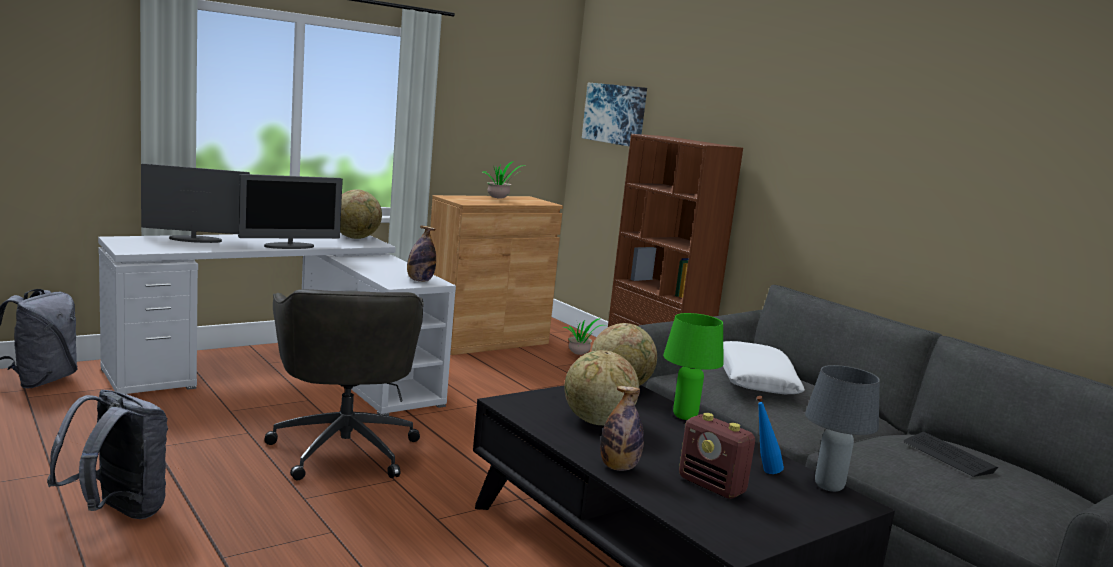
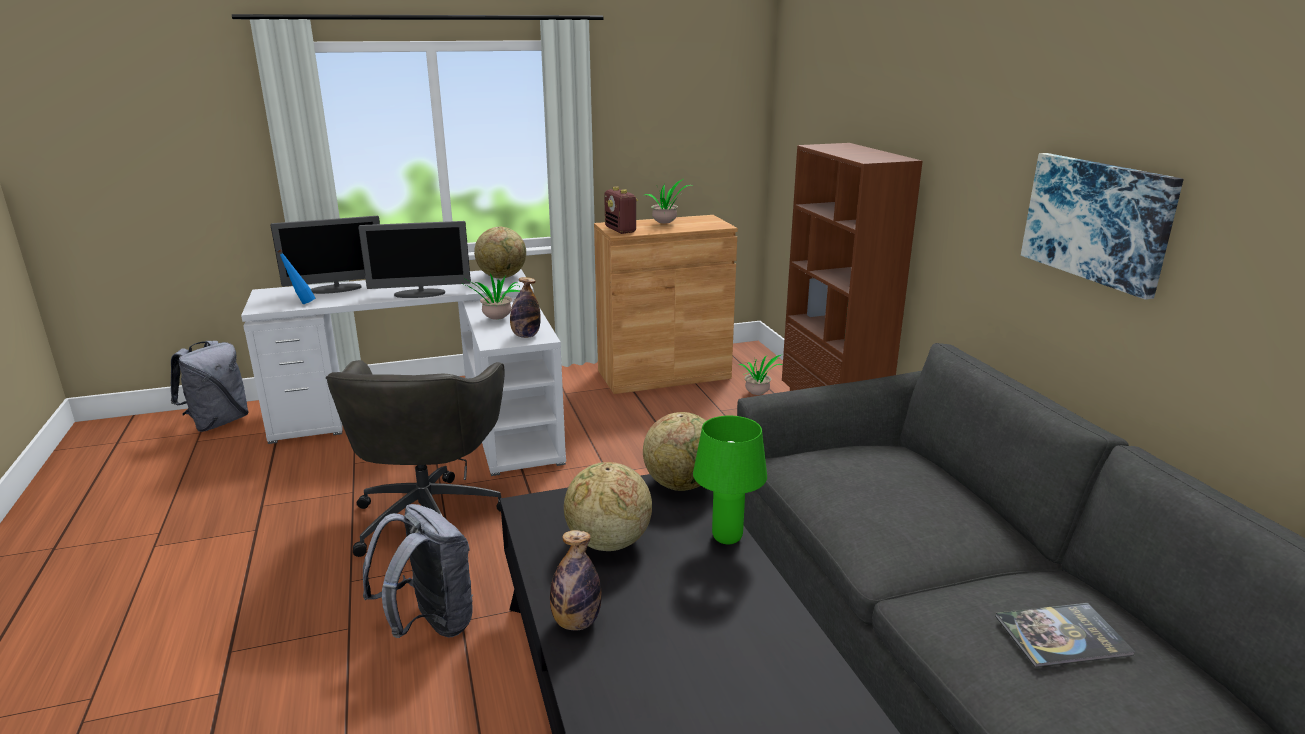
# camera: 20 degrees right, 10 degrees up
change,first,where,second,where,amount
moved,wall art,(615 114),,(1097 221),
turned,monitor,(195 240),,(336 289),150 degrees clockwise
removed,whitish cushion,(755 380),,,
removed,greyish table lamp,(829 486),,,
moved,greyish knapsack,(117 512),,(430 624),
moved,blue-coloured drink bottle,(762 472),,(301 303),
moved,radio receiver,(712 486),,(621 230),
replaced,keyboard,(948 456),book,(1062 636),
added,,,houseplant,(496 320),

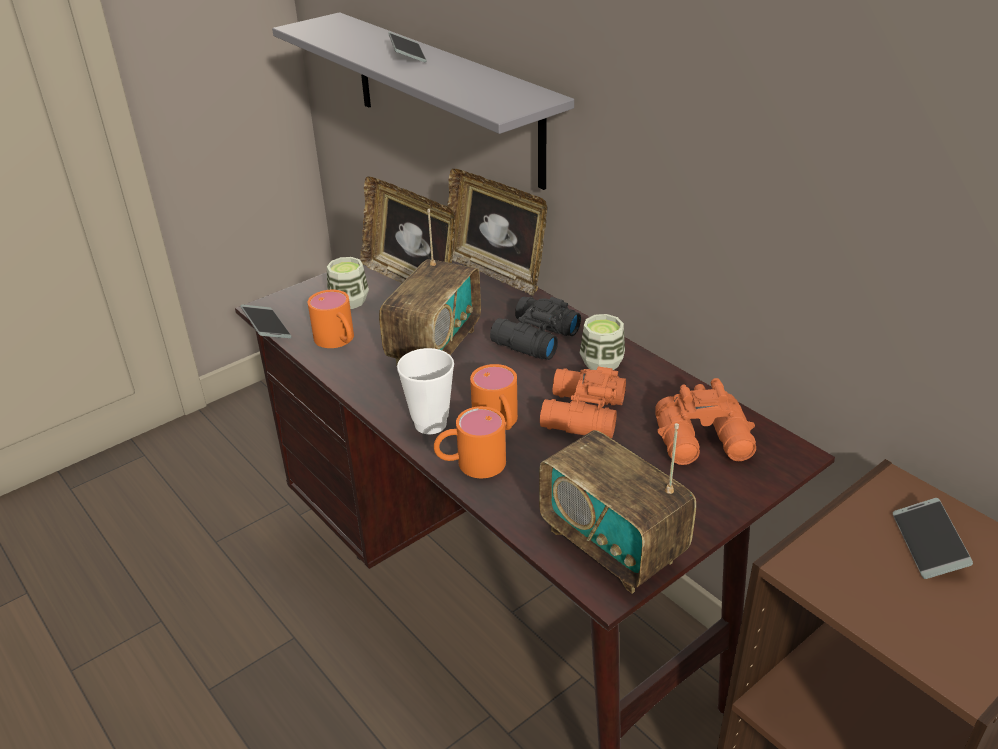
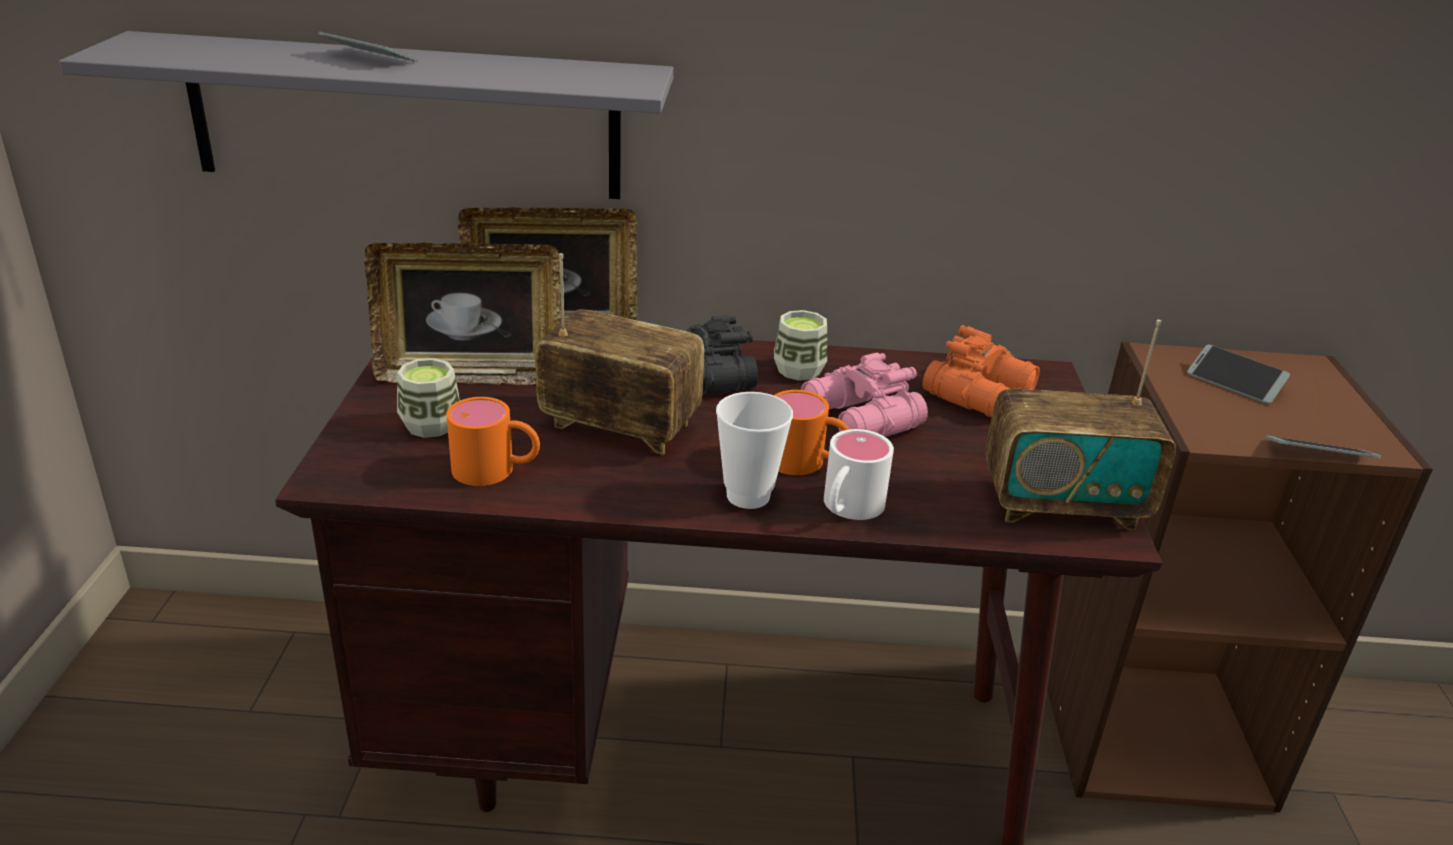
# camera: 50 degrees left, 5 degrees down
change,first,where,second,where,amount
turned,radio receiver,(434 347),,(620 427),45 degrees counterclockwise
moved,telephone,(267 327),,(1317 456),
recoloured,orangey pair of binoculars,(580 415),pink pair of binoculars,(860 420),
recoloured,orangey tea mug,(470 463),whitish tea mug,(847 509),

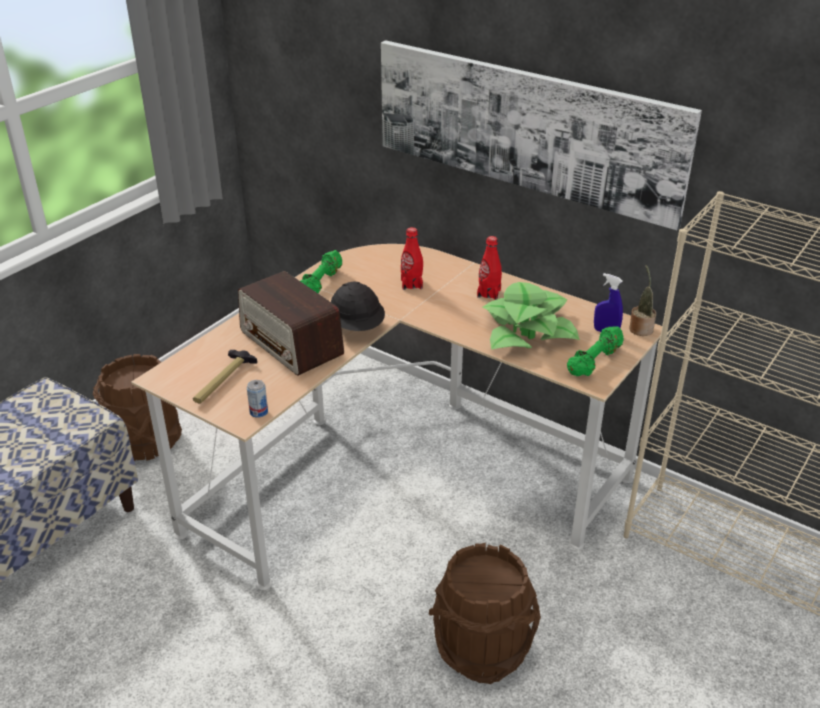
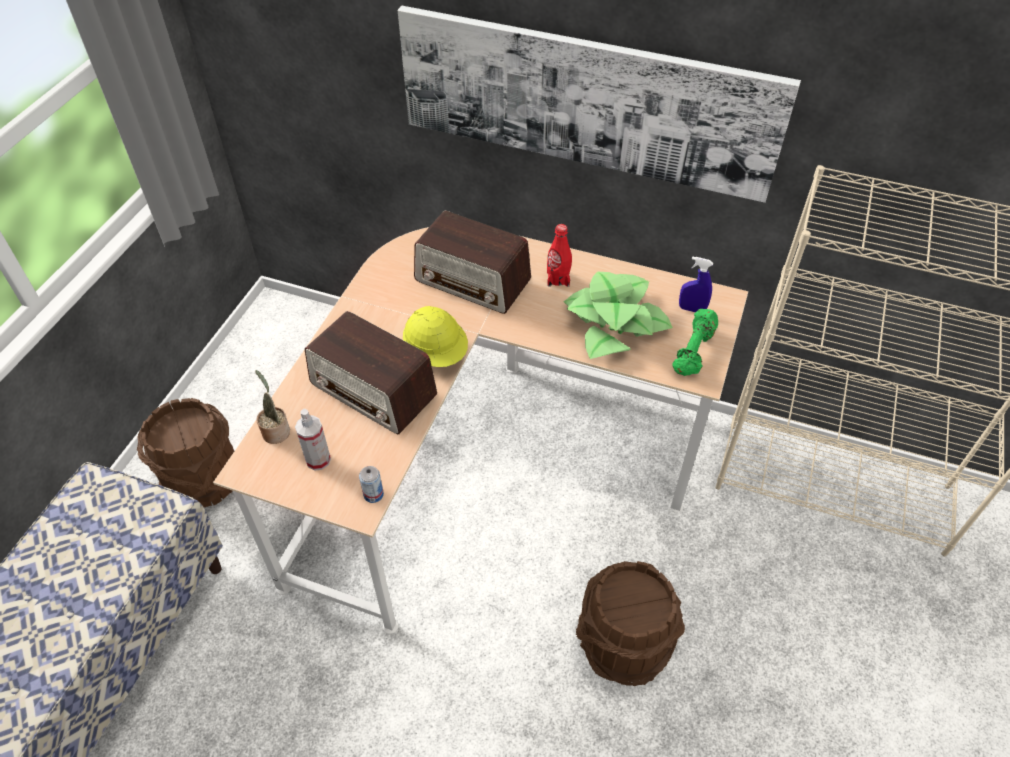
# camera: 15 degrees left, 15 degrees up
change,first,where,second,where,amount
replaced,red drink bottle,(411 284),radio receiver,(473 281),
removed,green dumbbell,(321 283),,,
moved,houseplant,(640 328),,(276 431),
recoloured,black safety helmet,(357 327),yellow-coloured safety helmet,(436 352),
replaced,tool hammer,(223 381),hand sprayer,(318 460),

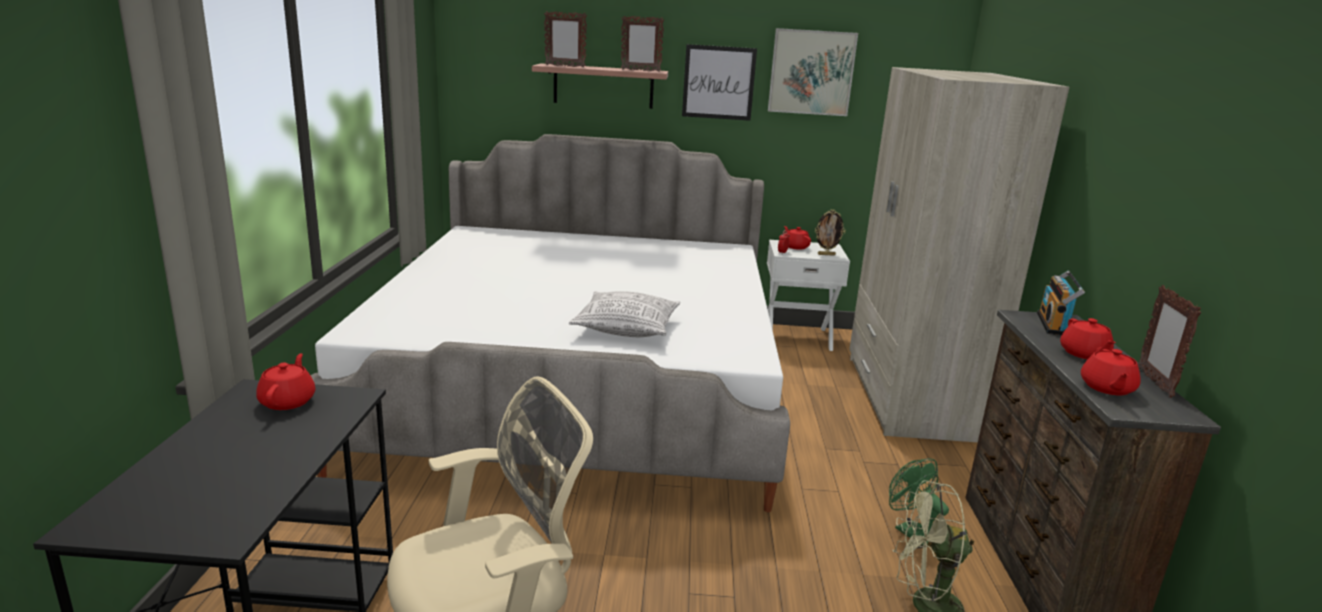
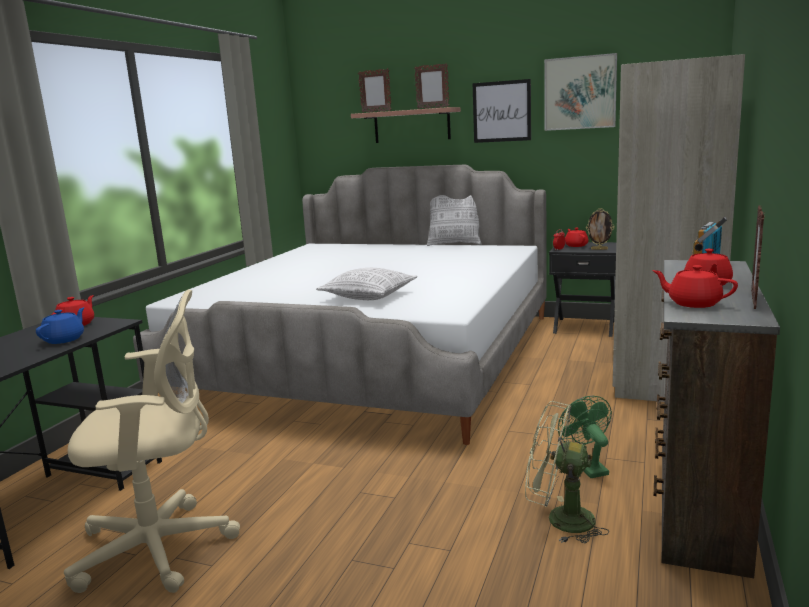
# camera: 20 degrees right, 5 degrees down
change,first,where,second,where,amount
recoloured,whitish nightstand,(797 336),black nightstand,(585 326),
turned,red pot for tea,(1106 388),,(693 303),90 degrees clockwise
added,,,cushion,(455 244),
added,,,blue-coloured pot for tea,(65 339),

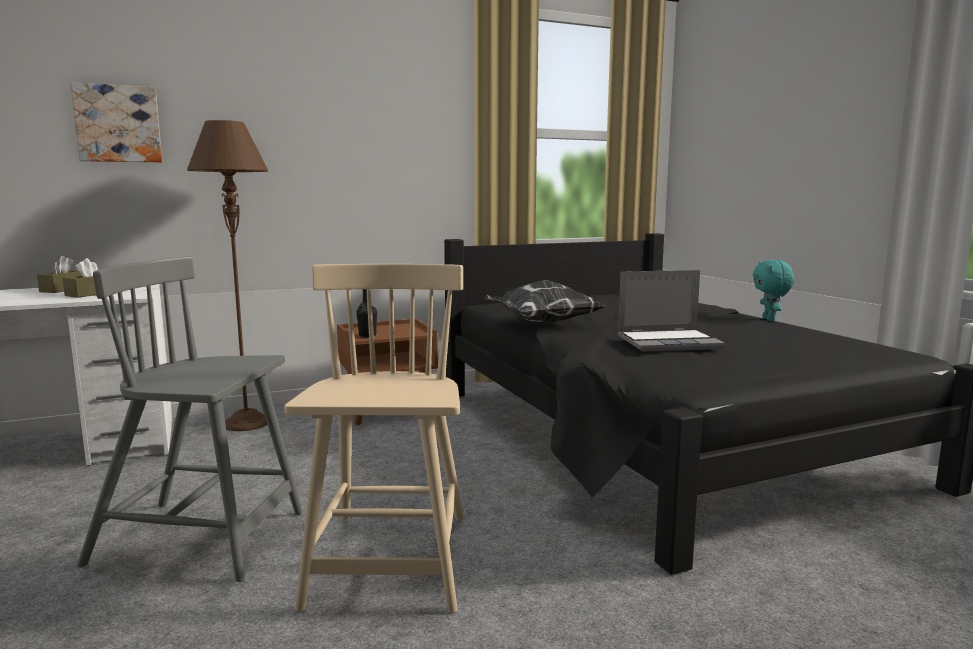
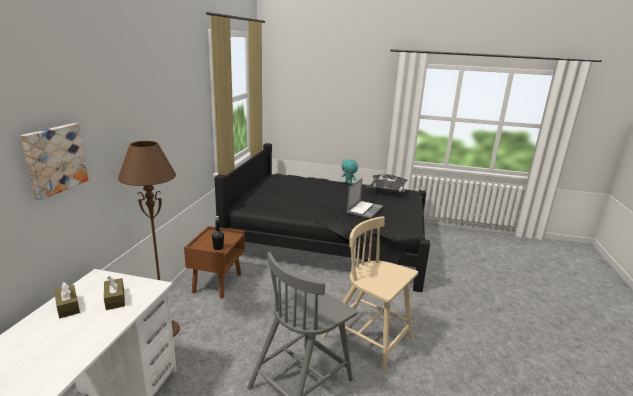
# camera: 55 degrees left, 10 degrees up
change,first,where,second,where,amount
moved,cushion,(541 323),,(386 192),

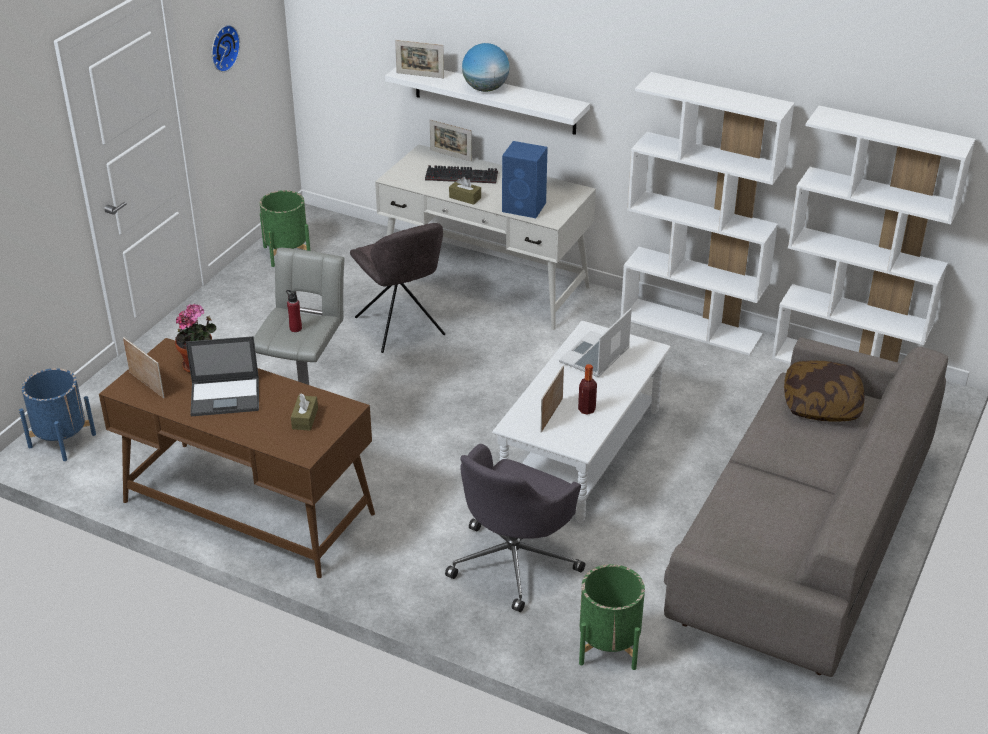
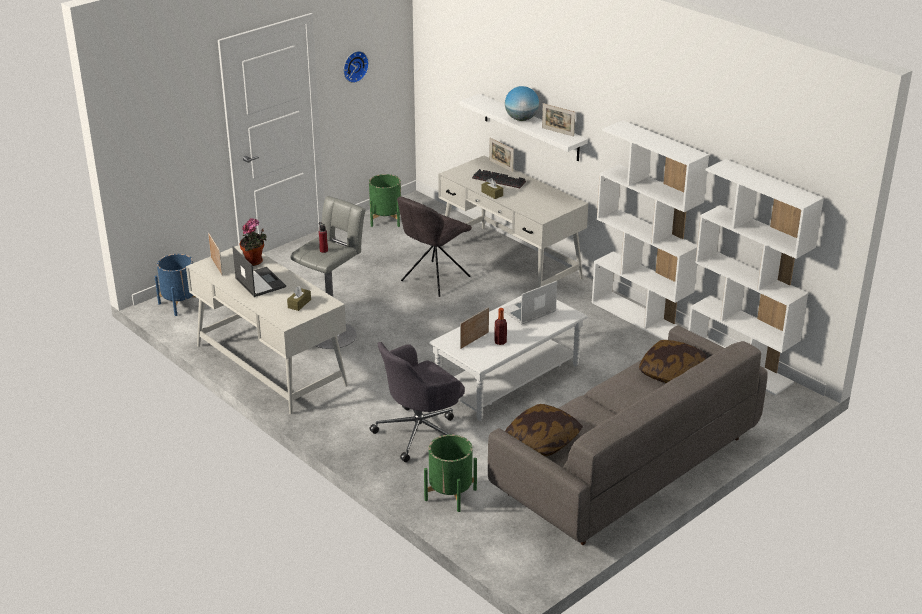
# camera: 20 degrees right, 5 degrees down
change,first,where,second,where,amount
moved,standing frame,(420 75),,(557 132),
removed,blue-coloured audio speaker,(525 207),,,
turned,greyish plain chair,(401 328),,(433 280),45 degrees clockwise
turned,notebook computer,(226 396),,(260 282),135 degrees counterclockwise
recoloured,brown-coloured desk,(248 507),whitish desk,(270 365),
added,,,cushion,(542 440),

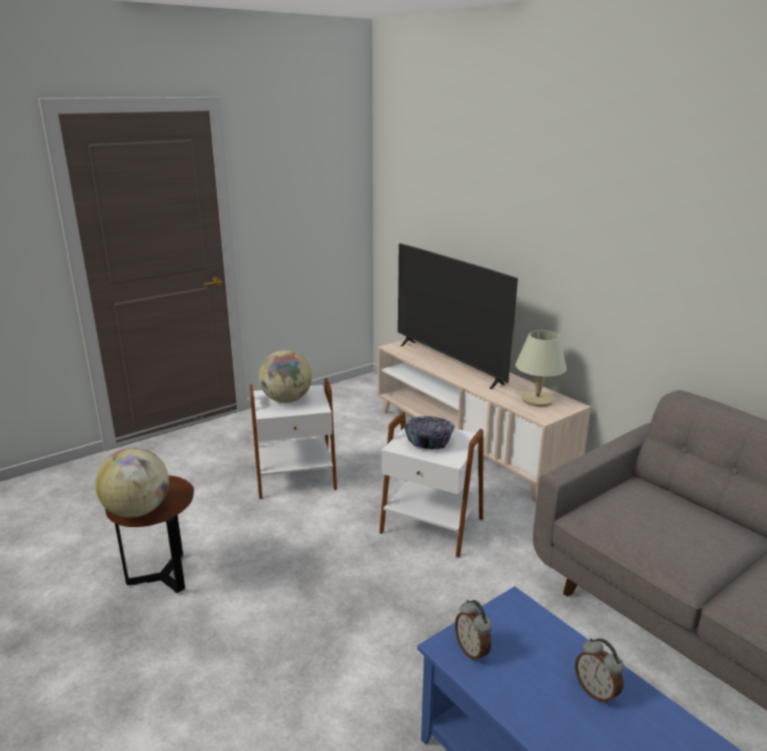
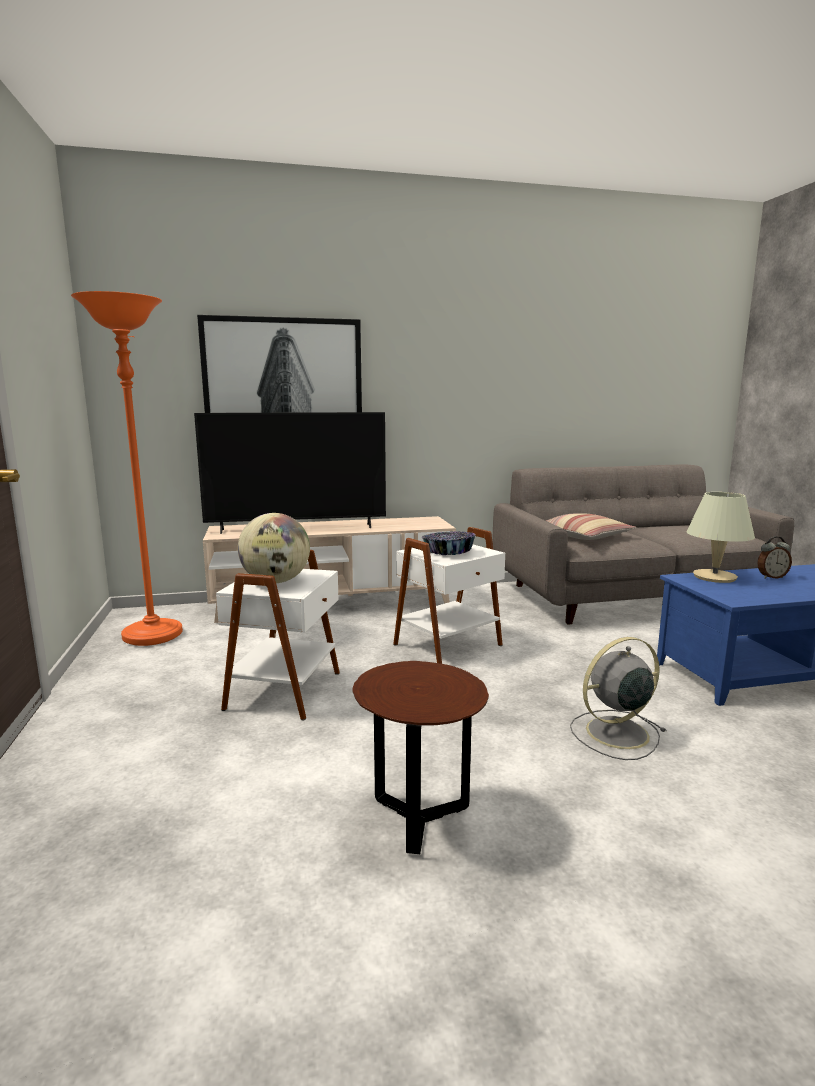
# camera: 65 degrees left, 10 degrees down
change,first,where,second,where,amount
moved,beige-coloured table lamp,(537 399),,(715 577),
removed,globe,(137 511),,,
removed,bedside clock,(472 650),,,
added,,,orangey standard lamp,(153 635),
added,,,wall art,(283 374),
added,,,cushion,(584 536),
added,,,greyish fan,(614 733),

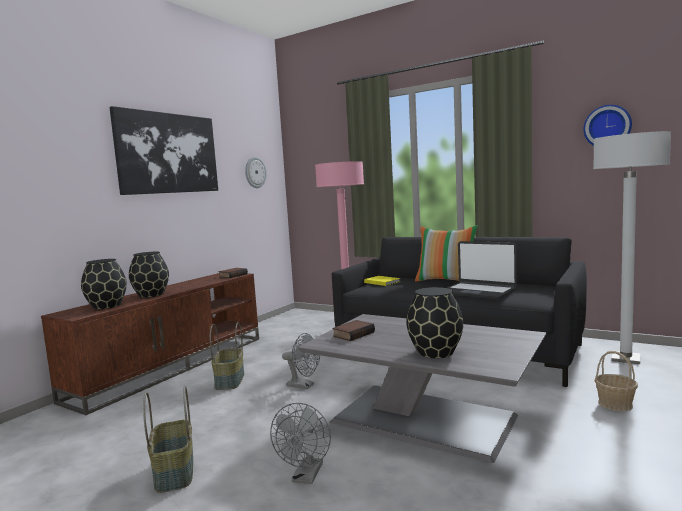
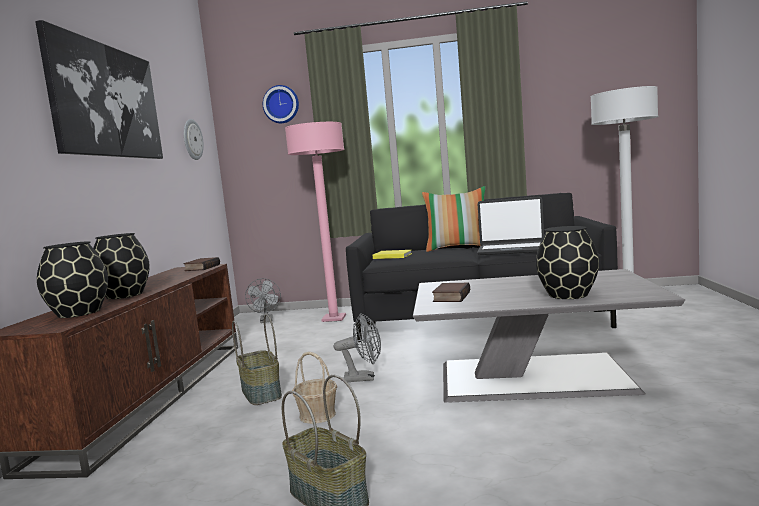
# camera: 25 degrees left, 0 degrees up
change,first,where,second,where,amount
moved,clock on the wall,(607 127),,(281 104),
moved,storage basket,(615 404),,(317 415),
moved,greyish fan,(306 477),,(266 321),

